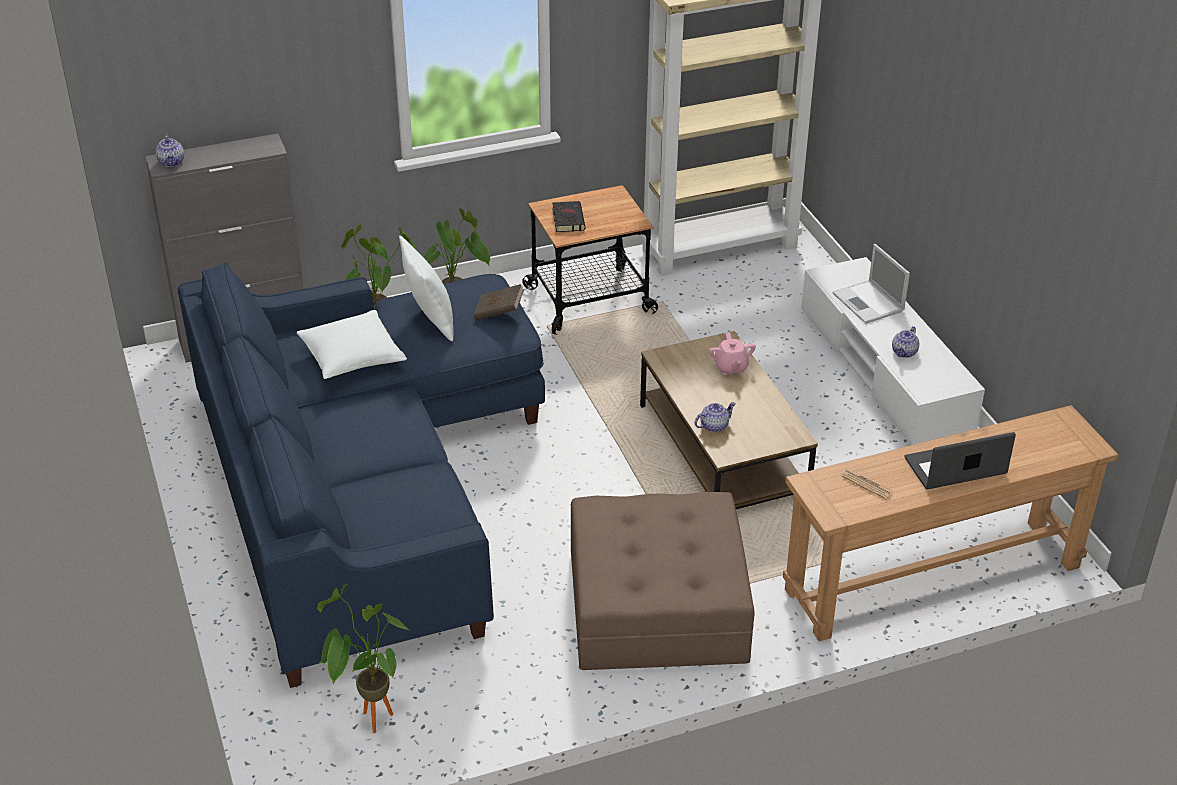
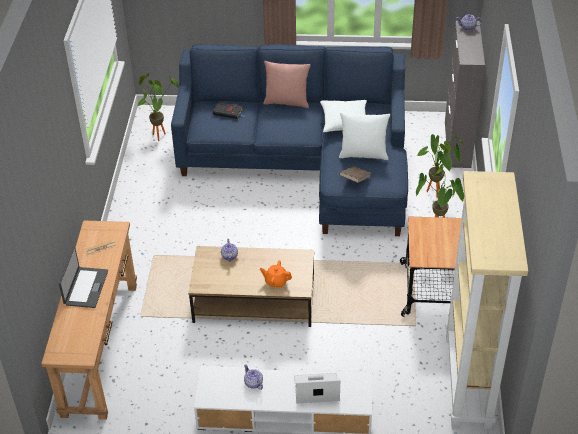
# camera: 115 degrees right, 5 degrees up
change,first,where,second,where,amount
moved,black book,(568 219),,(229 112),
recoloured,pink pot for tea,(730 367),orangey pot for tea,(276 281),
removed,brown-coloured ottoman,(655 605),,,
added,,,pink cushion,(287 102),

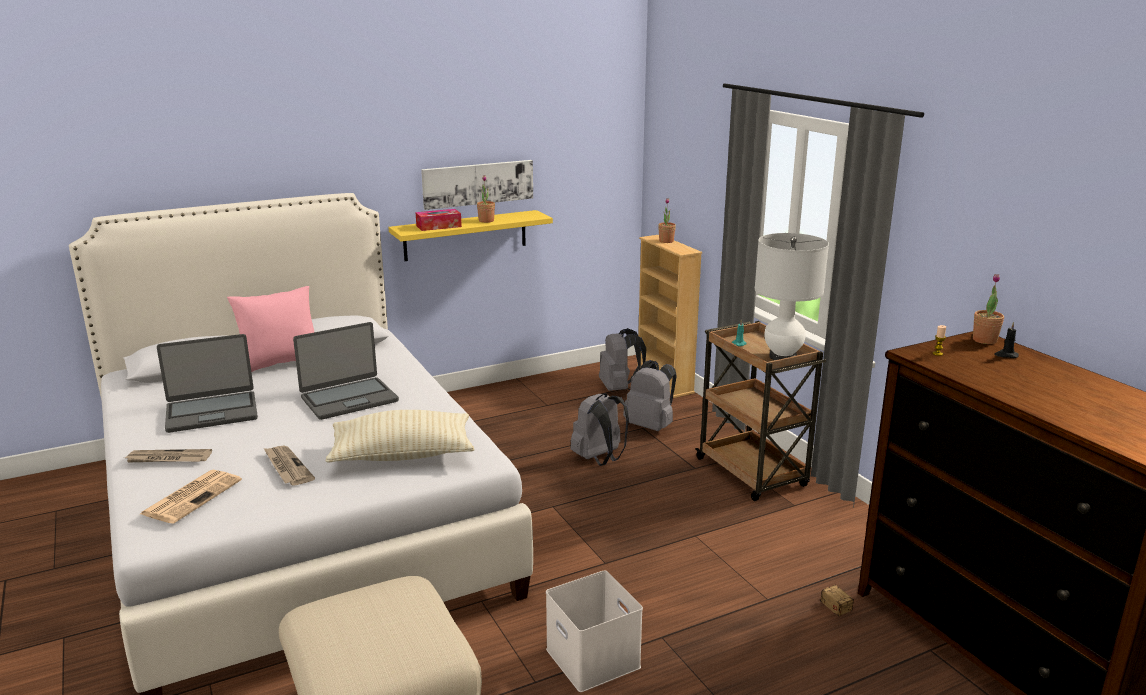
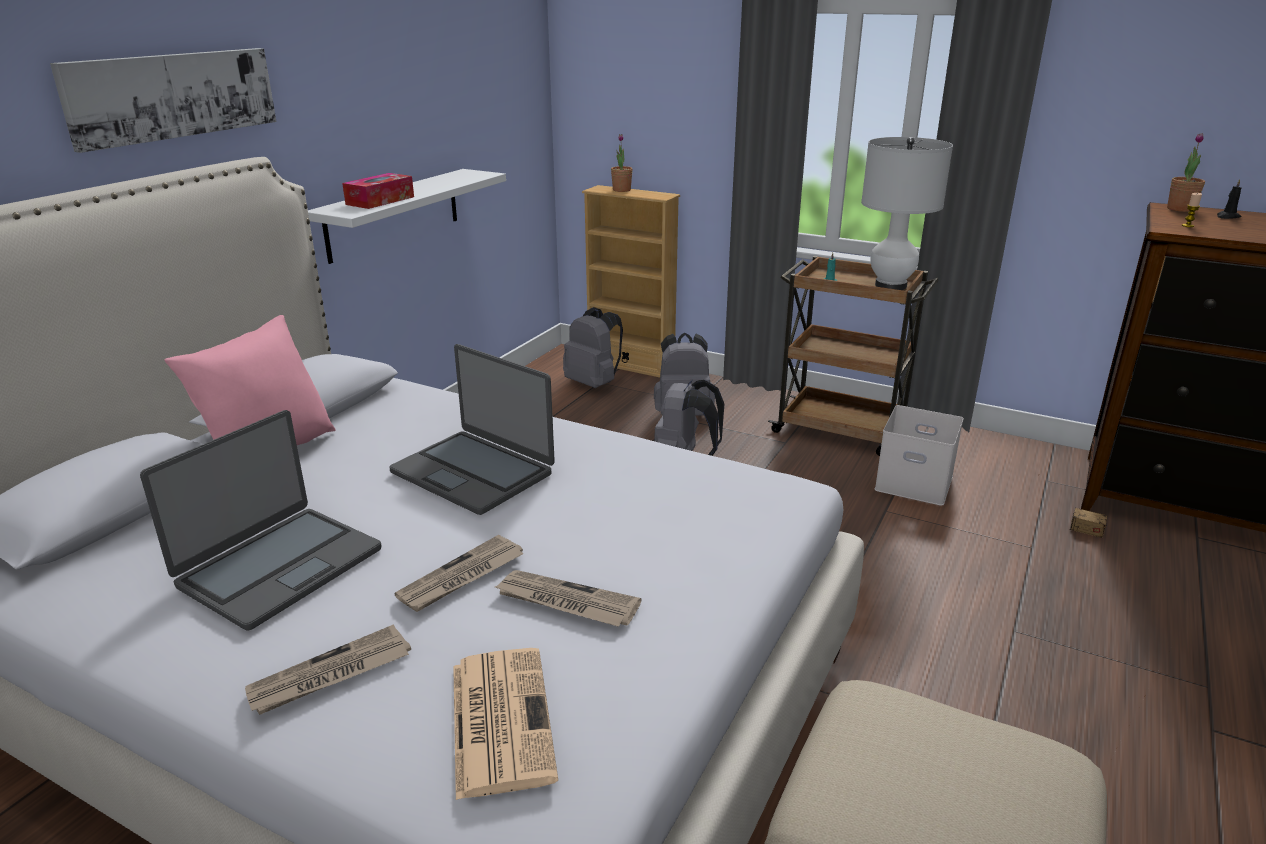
# camera: 35 degrees left, 5 degrees up
change,first,where,second,where,amount
moved,wall art,(478 183),,(173 95),
removed,houseplant,(486 221),,,
recoloured,yellow-coloured wall shelf,(465 235),whitish wall shelf,(394 214),
turned,notebook computer,(349 399),,(474 472),105 degrees clockwise
removed,beige-coloured cushion,(402 455),,,
moved,whitish storage container,(595 658),,(915 482),
added,,,daily paper,(461 577),

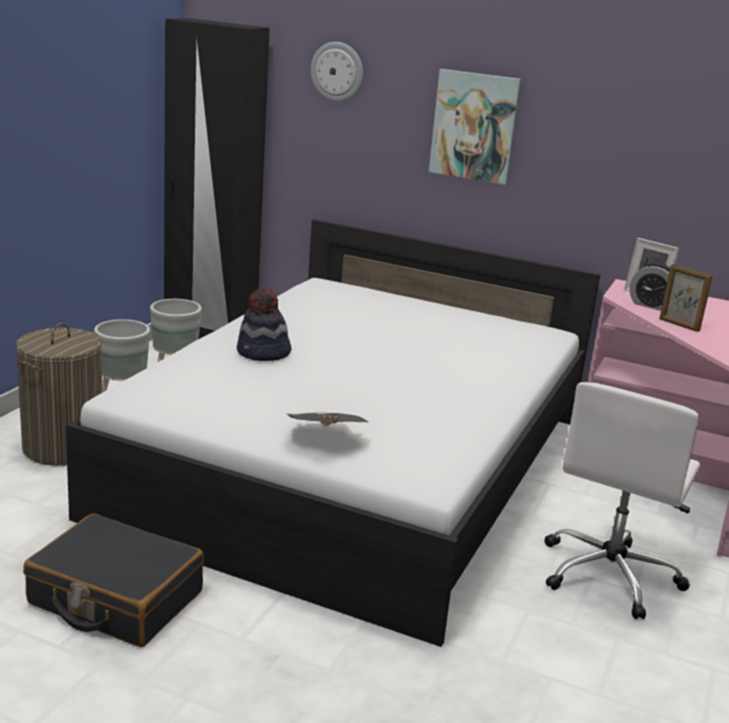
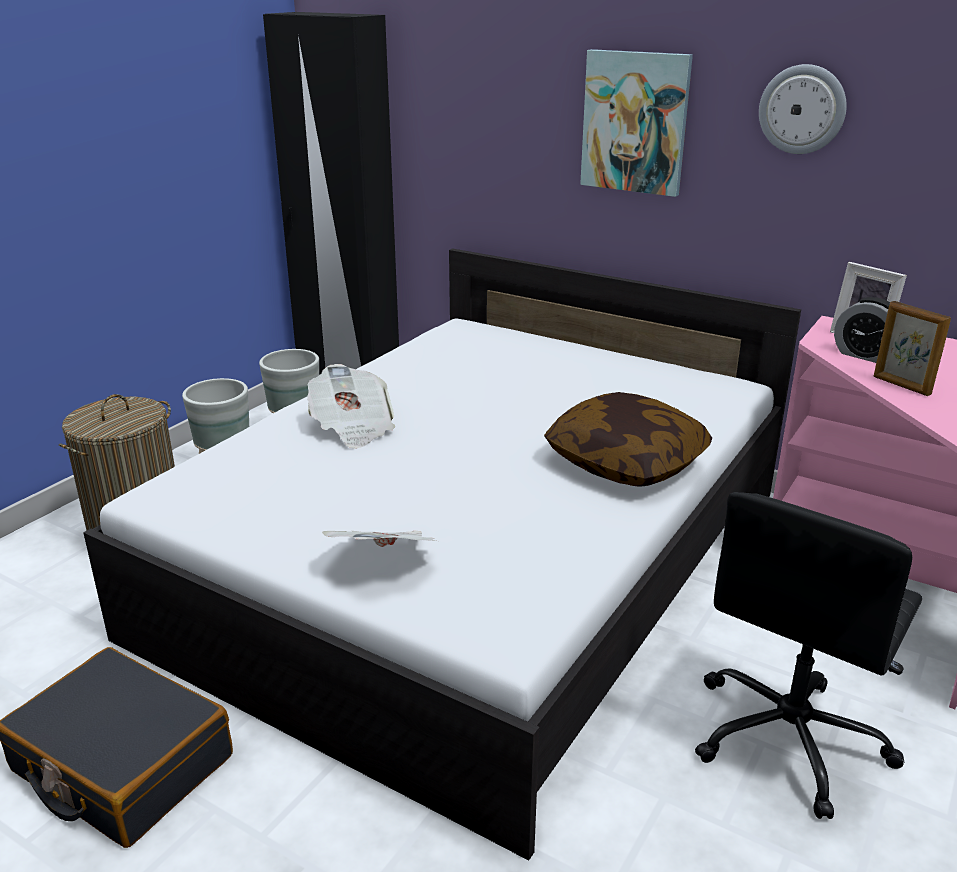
# camera: 10 degrees right, 5 degrees up
change,first,where,second,where,amount
moved,clock on the wall,(337 71),,(802 109),
replaced,clothing hat,(263 353),daily paper,(352 428),
recoloured,whitish computer chair,(610 574),black computer chair,(790 738),
added,,,cushion,(626 462),

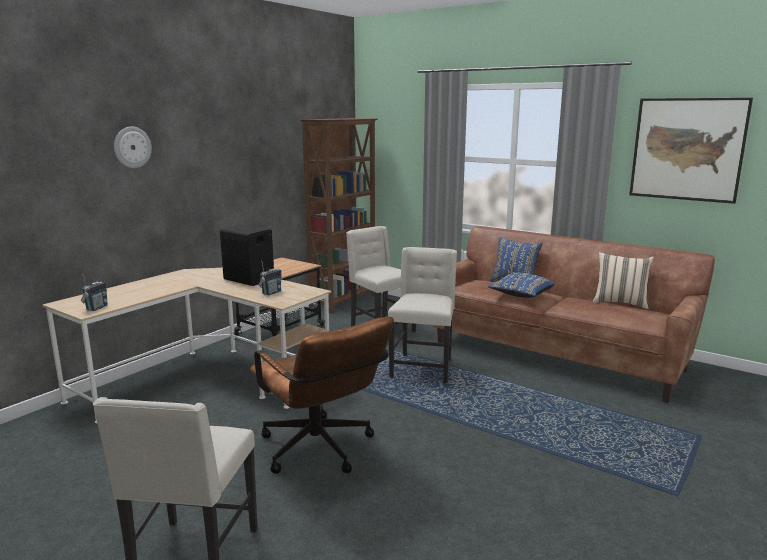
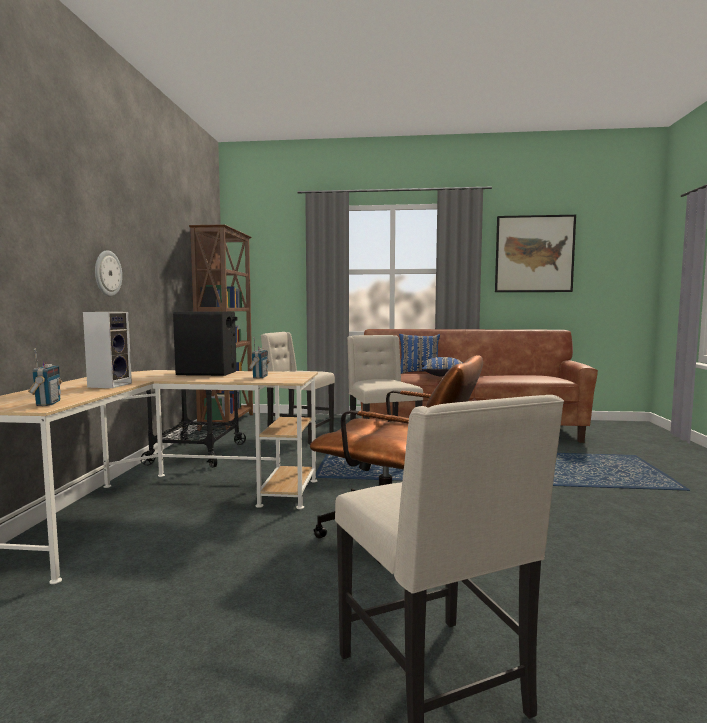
# camera: 30 degrees left, 10 degrees down
change,first,where,second,where,amount
moved,clock on the wall,(132 147),,(107 273),
removed,beige-coloured cushion,(620 303),,,
added,,,audio speaker,(110 385),

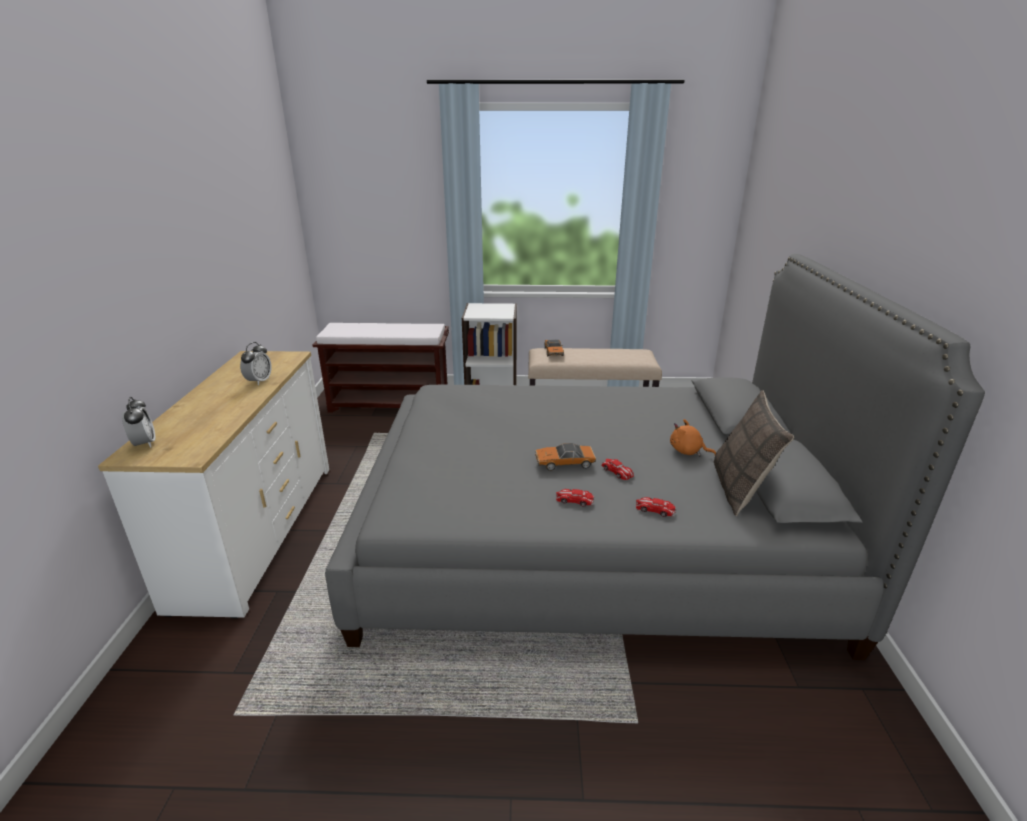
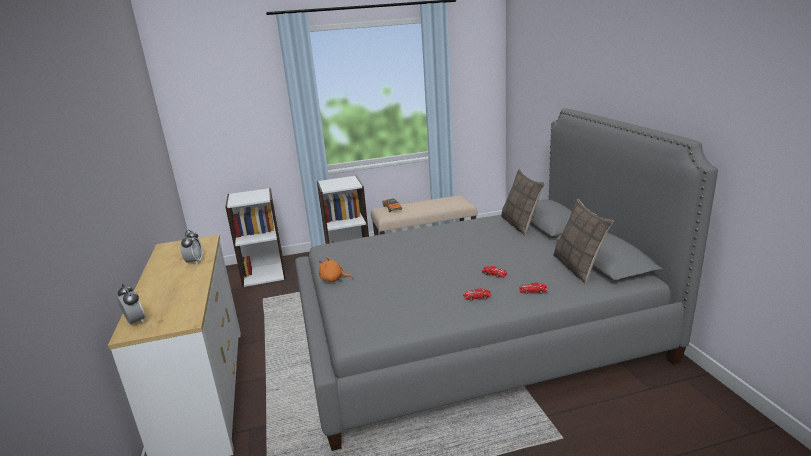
# camera: 15 degrees left, 5 degrees down
change,first,where,second,where,amount
replaced,brown-coloured bench,(391 403),whitish bookshelf,(264 274),
moved,orangey cuddly toy,(687 451),,(333 279),
removed,toy car,(564 462),,,
added,,,cushion,(520 224),

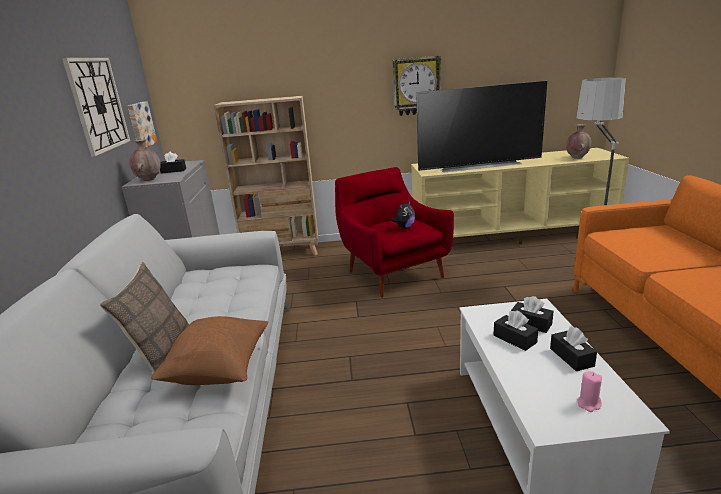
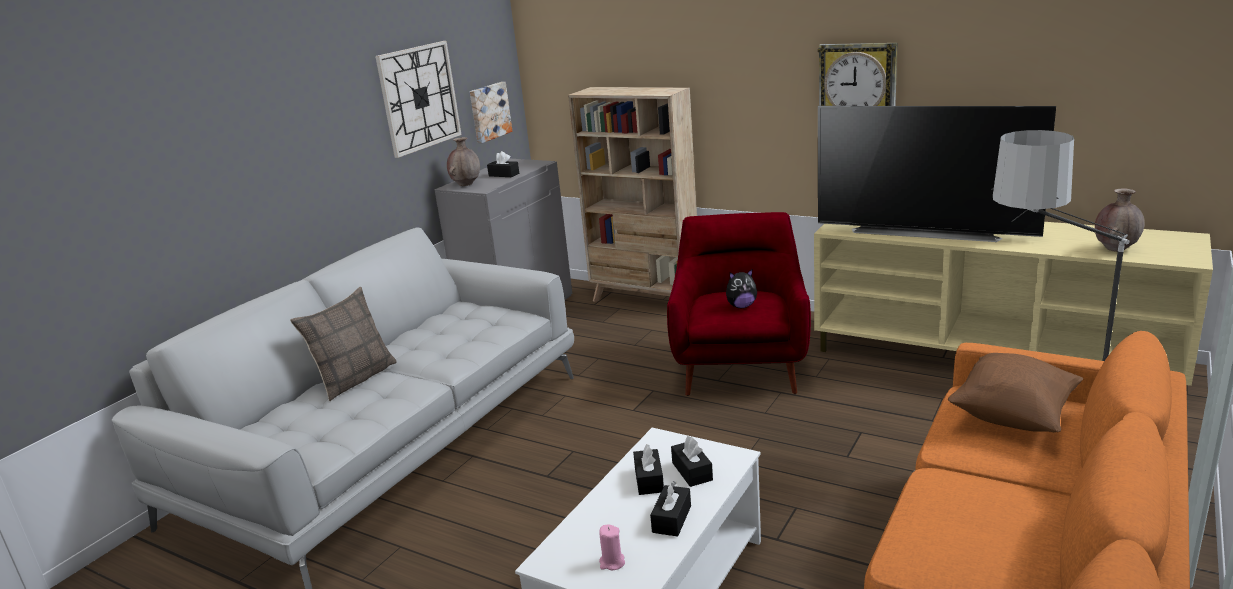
# camera: 35 degrees right, 0 degrees up
change,first,where,second,where,amount
moved,brown-coloured cushion,(219 370),,(1013 416),

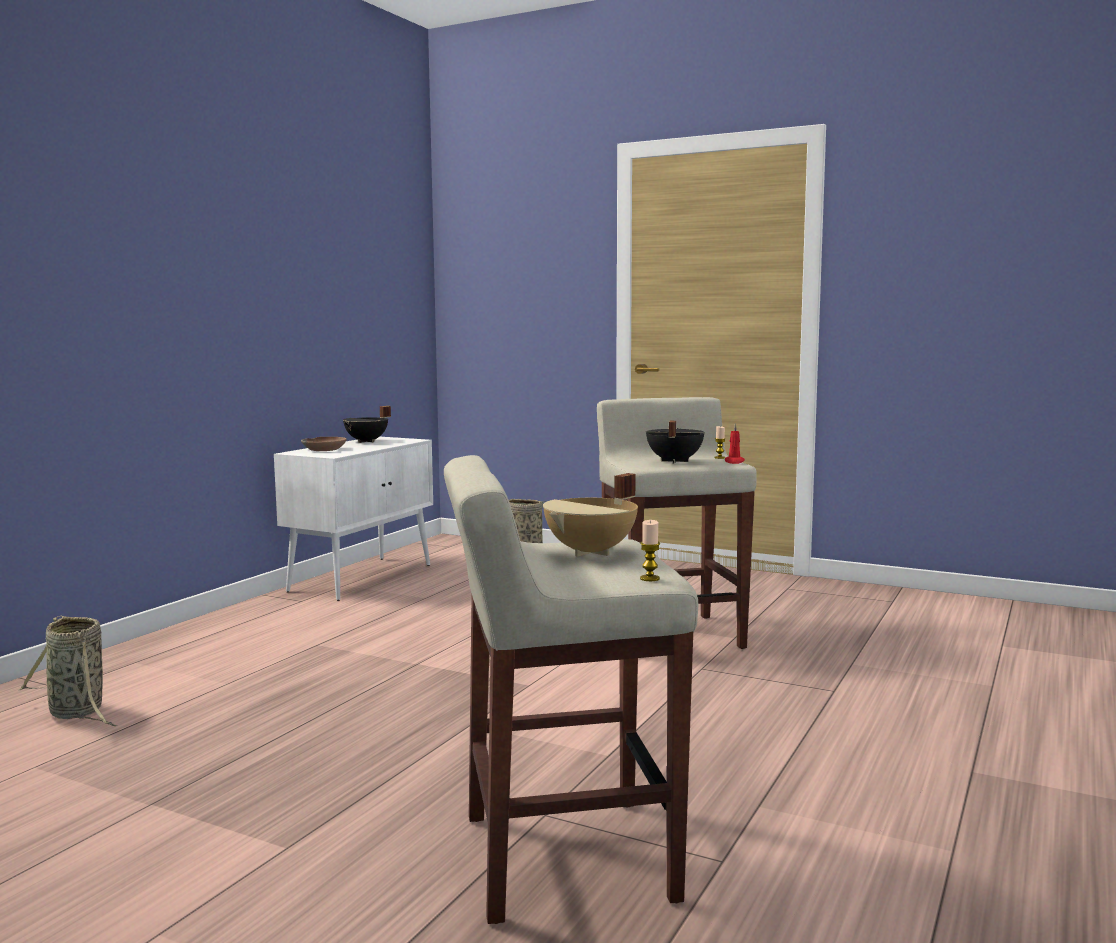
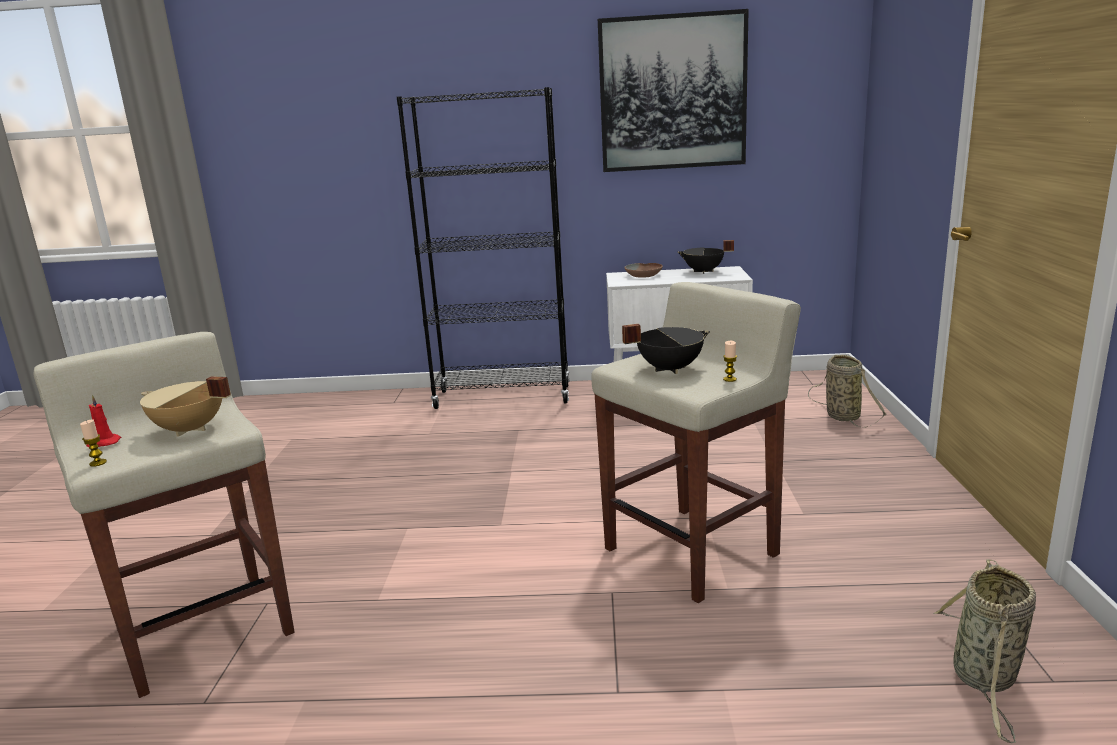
# camera: 65 degrees right, 10 degrees up
change,first,where,second,where,amount
moved,red wax candle,(734 462),,(103 443),
moved,storage basket,(78 713),,(985 679),
added,,,wall art,(672 93),
added,,,black bookshelf,(503 397),

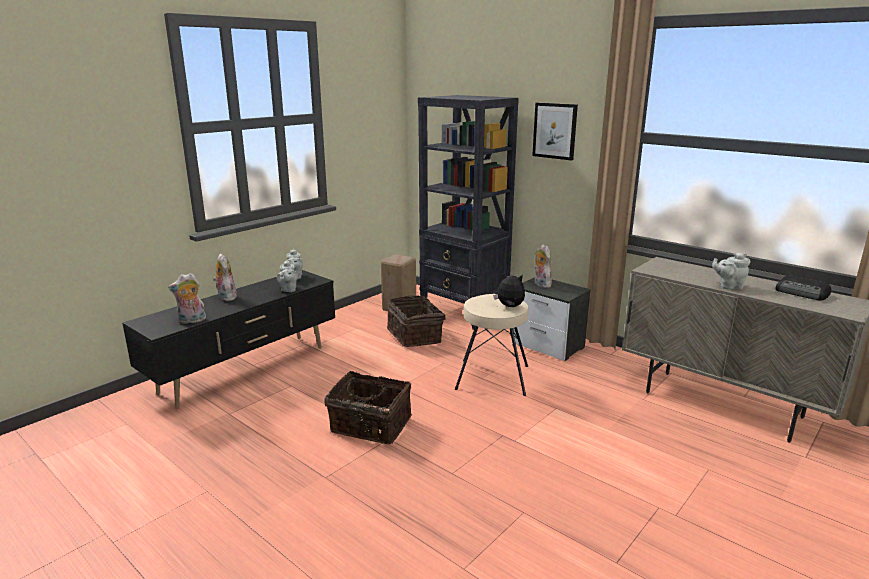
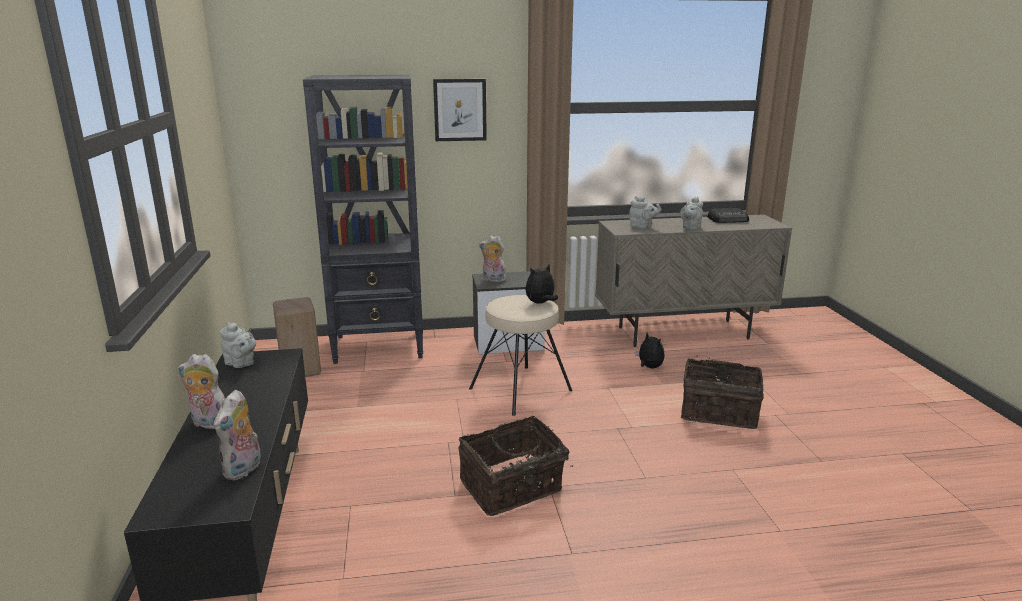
# camera: 50 degrees left, 0 degrees up
change,first,where,second,where,amount
moved,greyish pot for tea,(288 290),,(642 226),
moved,storage basket,(416 336),,(718 412),
added,,,cuddly toy,(649 367),

